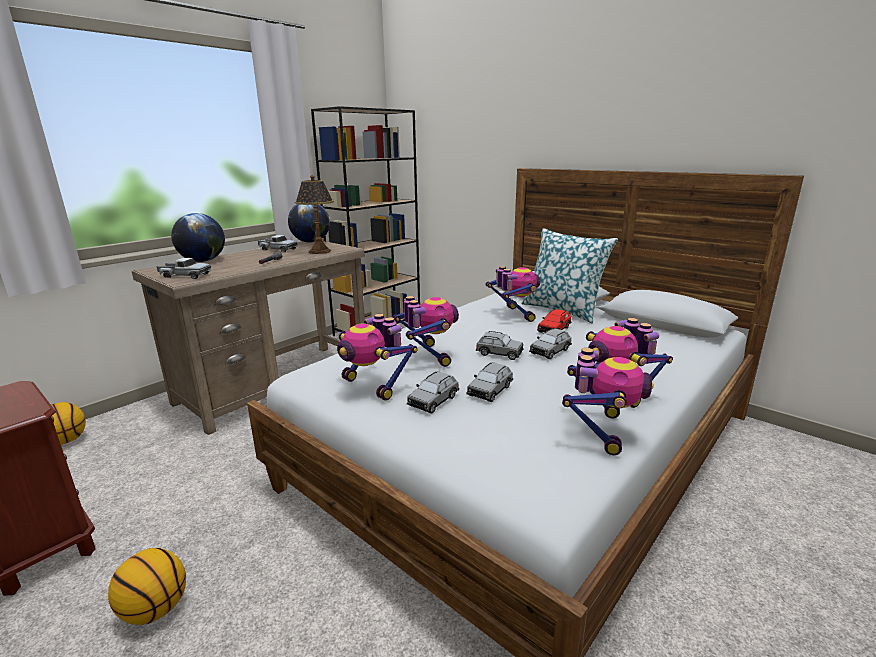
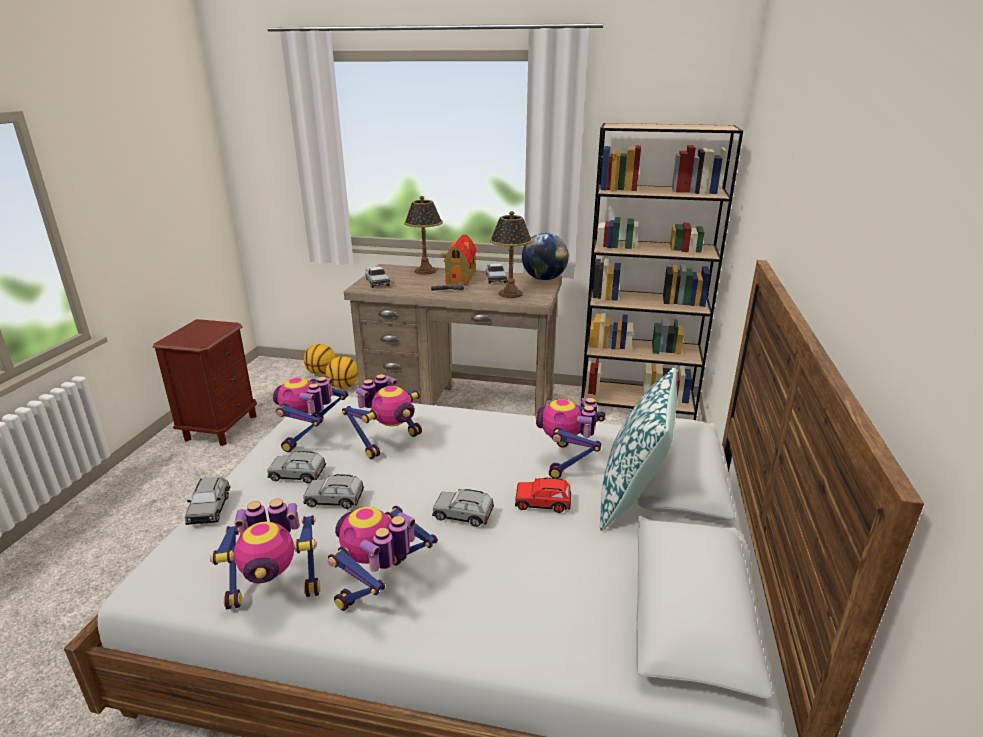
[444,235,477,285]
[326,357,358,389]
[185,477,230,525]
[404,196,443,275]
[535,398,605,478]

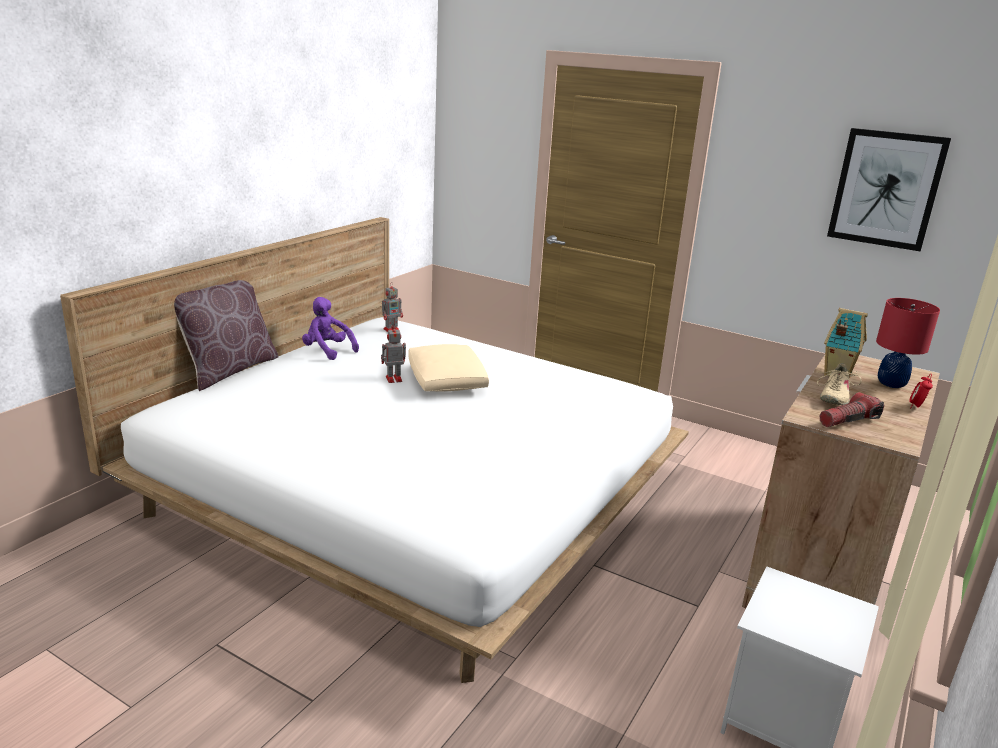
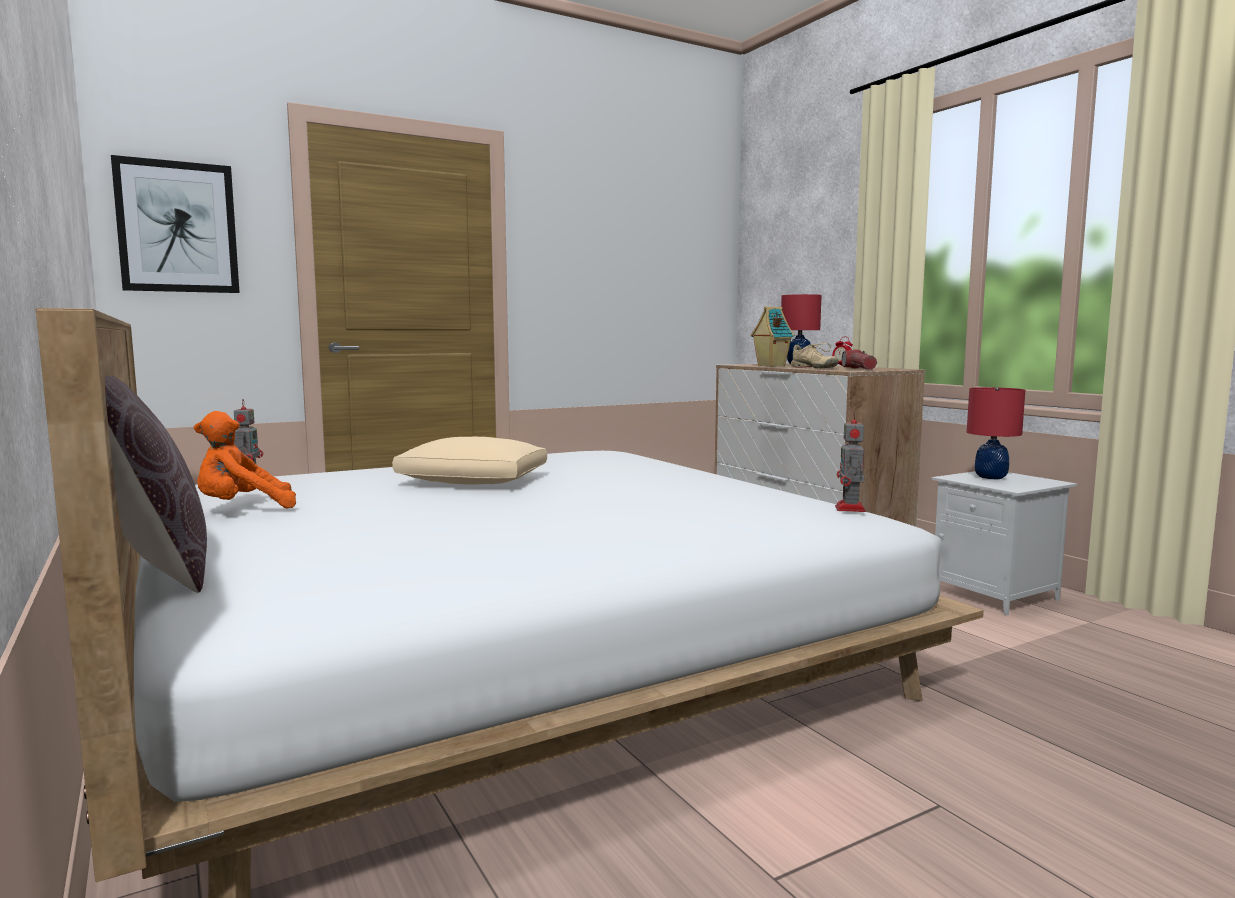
[967,387,1025,479]
[835,411,866,512]
[111,155,240,293]
[194,411,296,509]

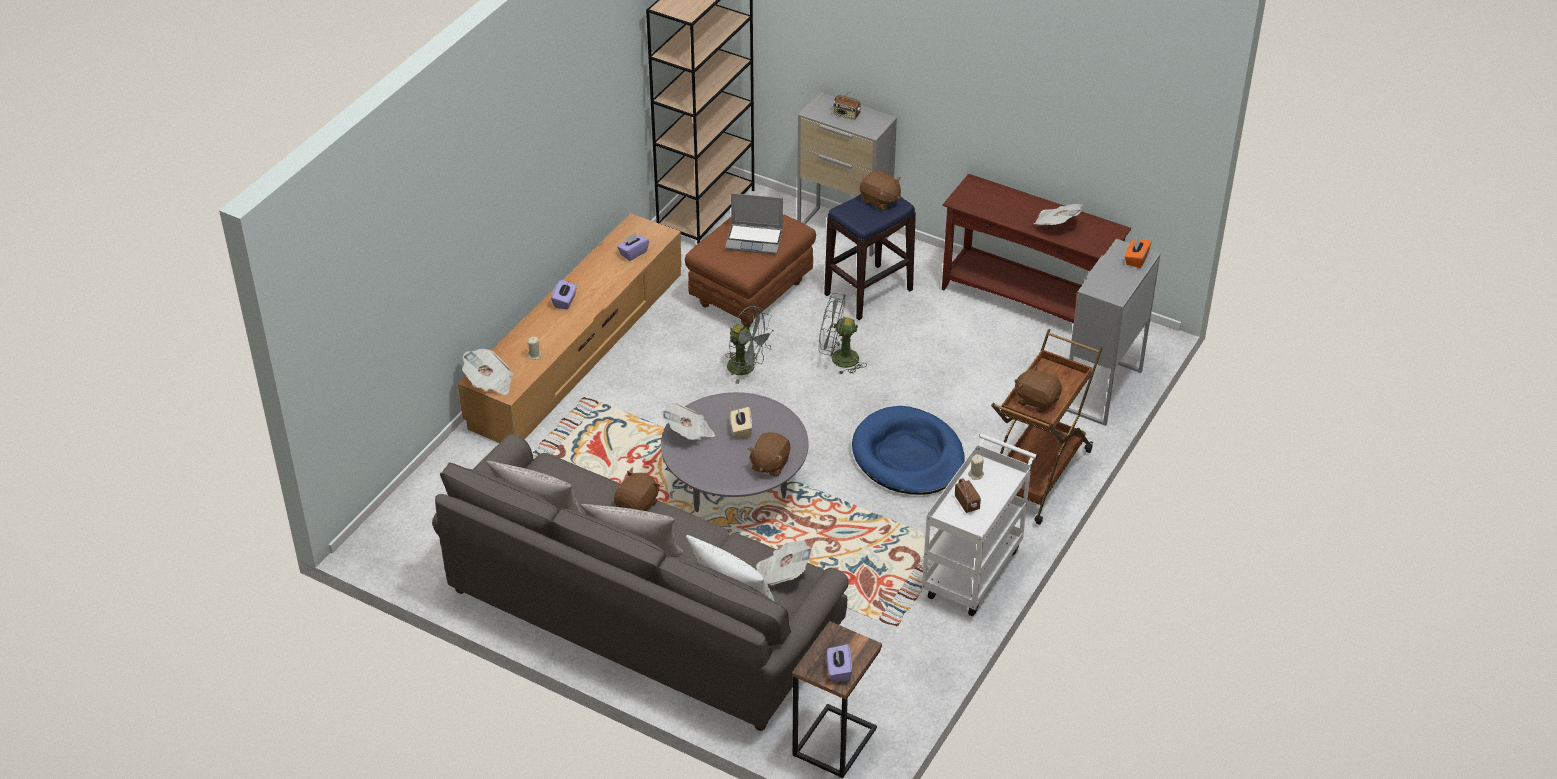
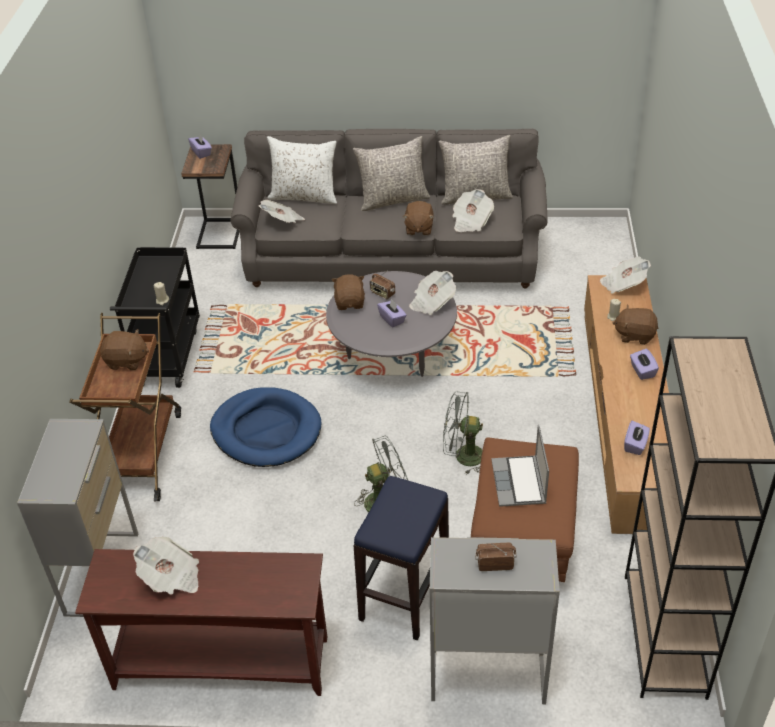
[1125,237,1152,268] (first image)
[452,189,494,232]
[613,305,658,345]
[370,271,395,300]
[377,299,407,327]
[110,247,200,388]
[491,424,549,507]

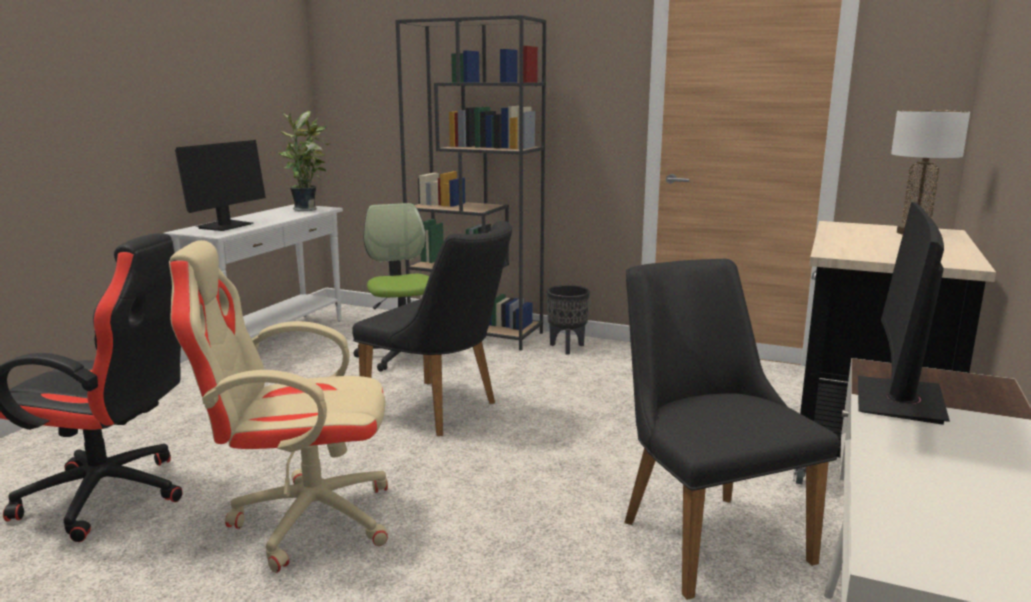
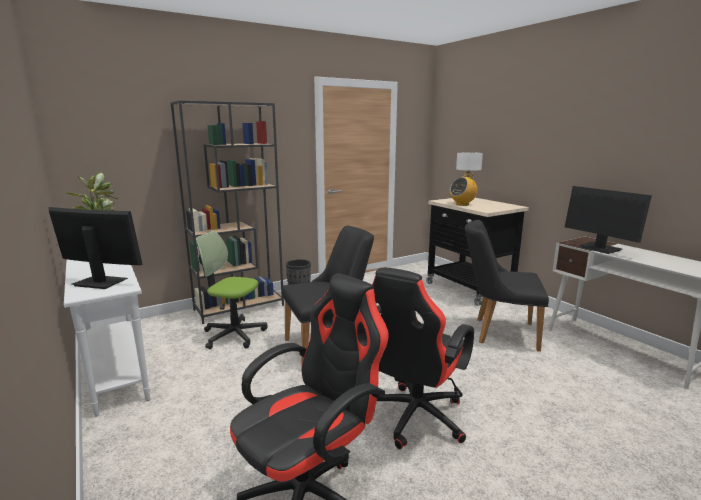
[450,174,477,206]
[372,268,474,449]
[48,207,143,289]

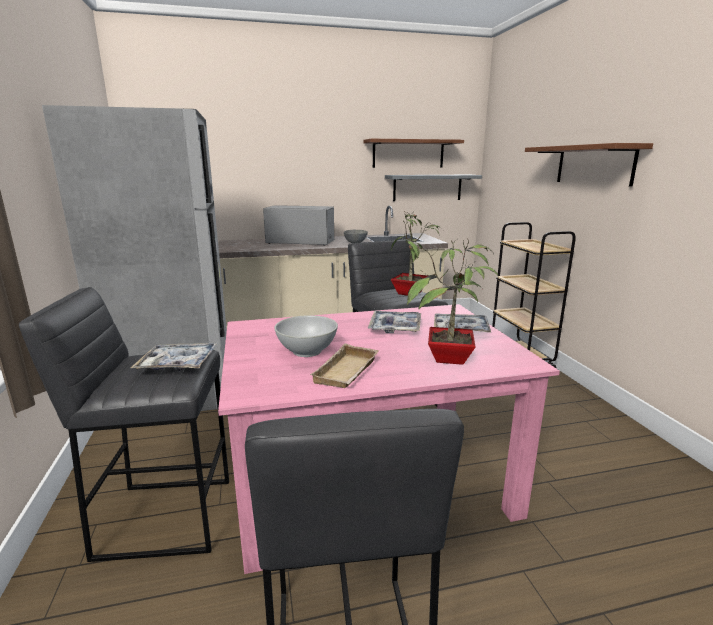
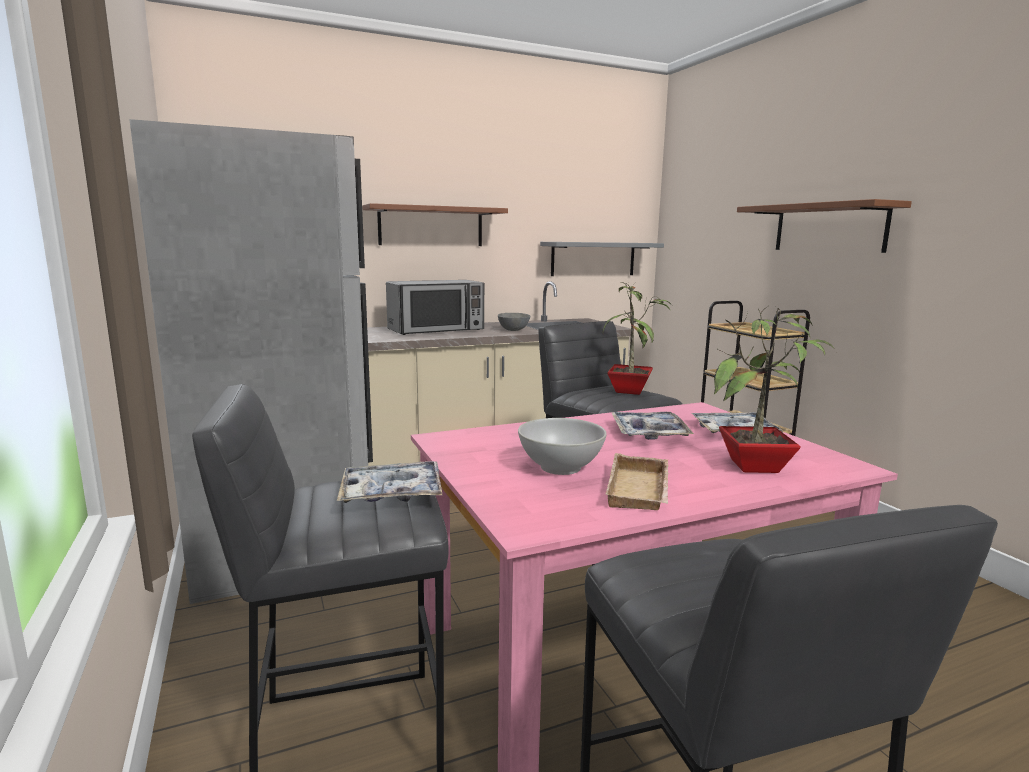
[362,203,508,246]
[386,280,484,335]

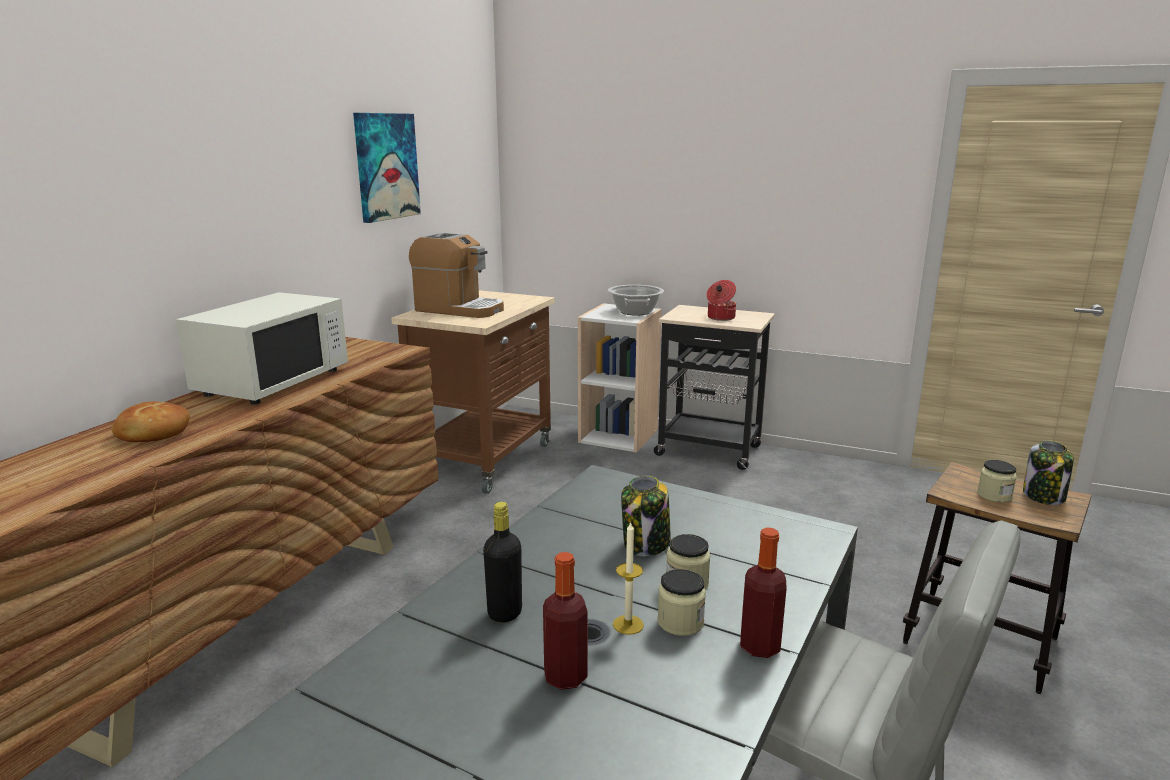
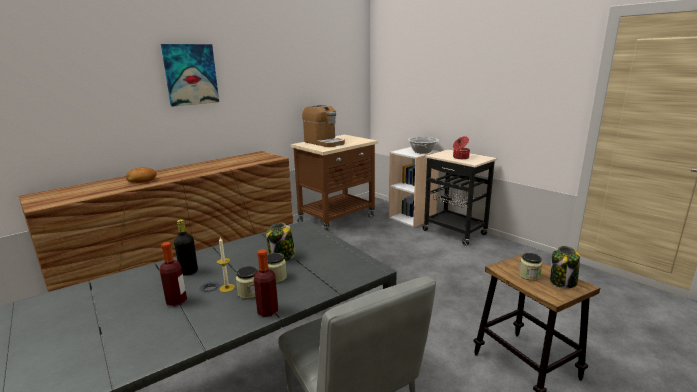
[176,292,348,405] (first image)
[161,44,219,107]

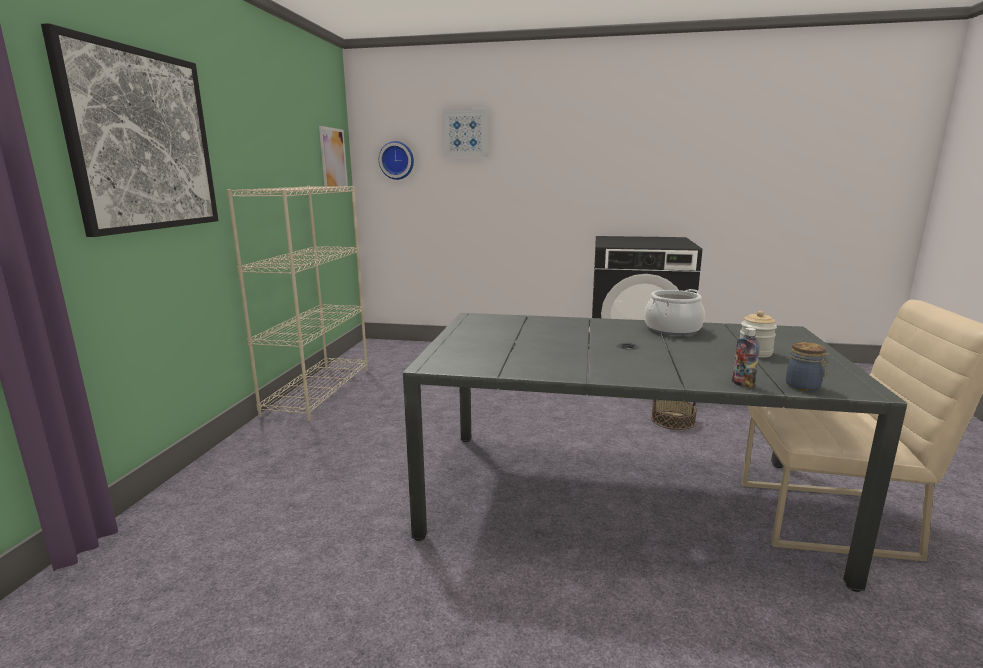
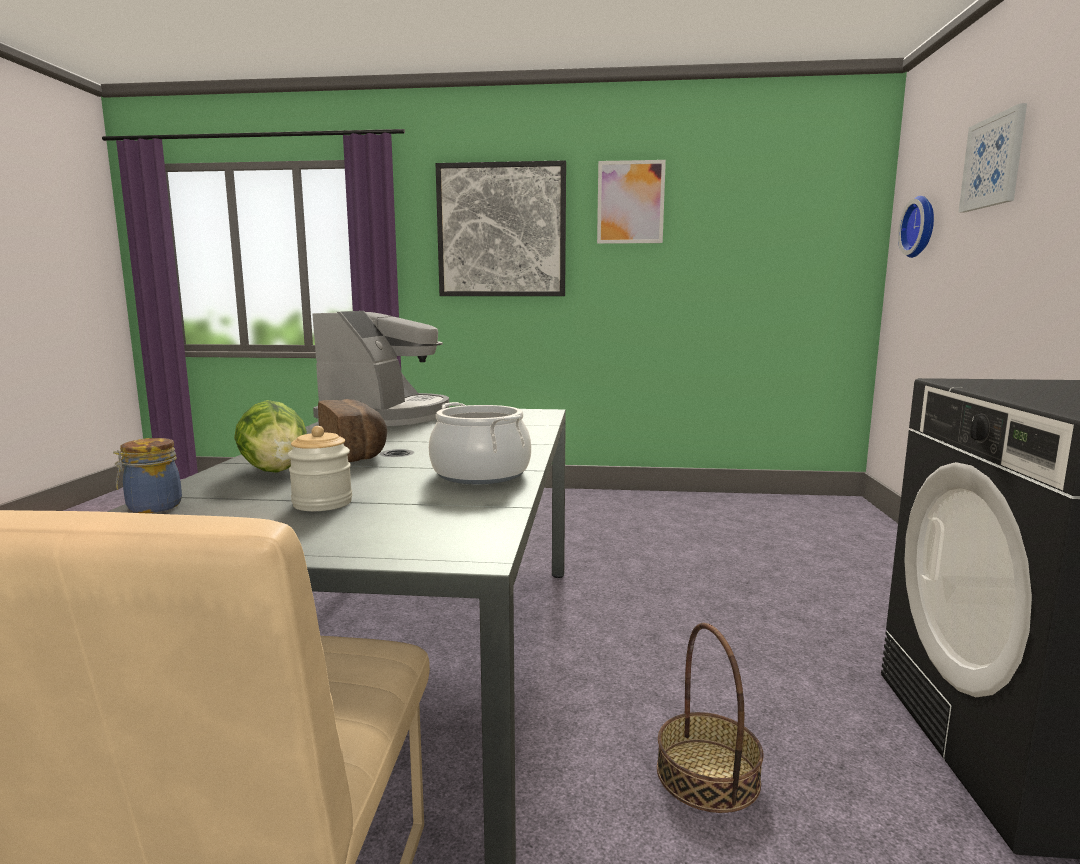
[227,186,368,422] (first image)
[732,328,760,388] (first image)
[234,400,307,473]
[312,311,449,426]
[318,399,387,462]
[597,160,666,244]

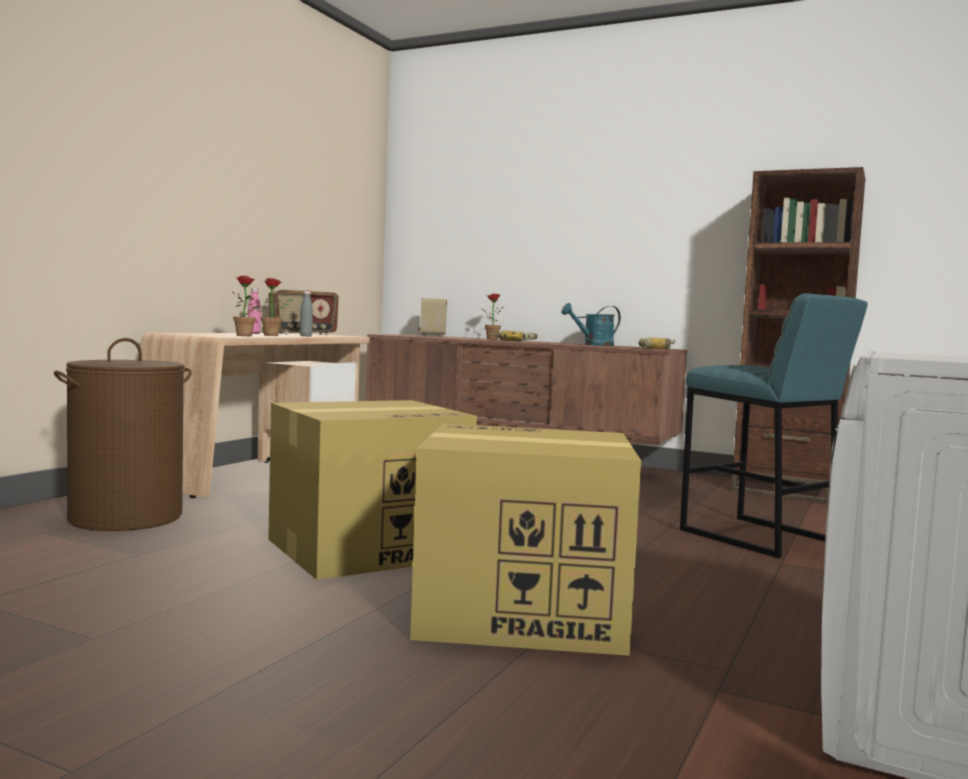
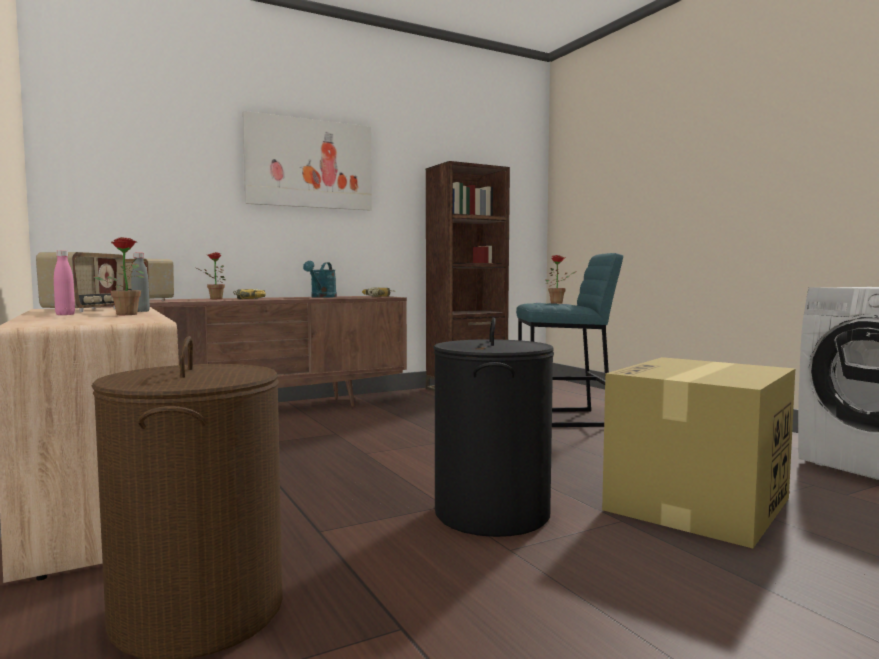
[243,111,372,211]
[545,255,577,304]
[433,318,554,537]

